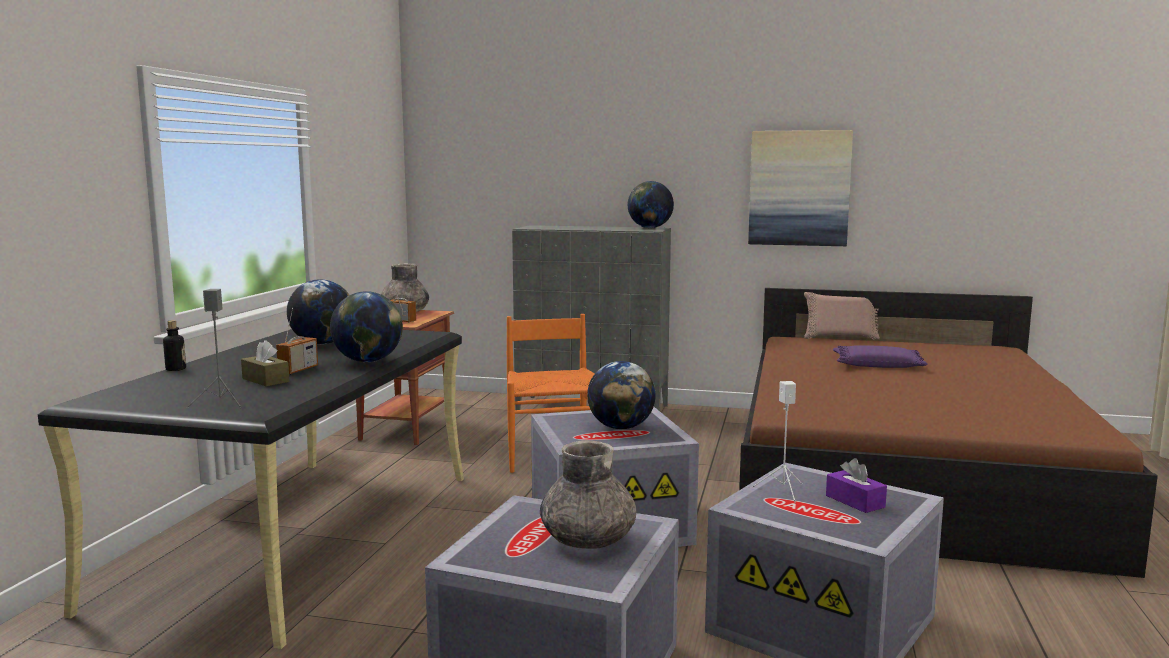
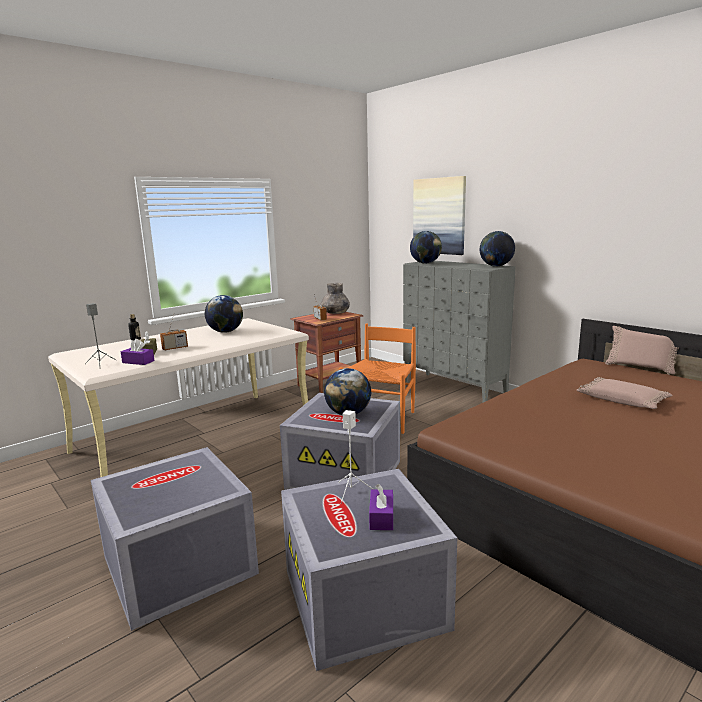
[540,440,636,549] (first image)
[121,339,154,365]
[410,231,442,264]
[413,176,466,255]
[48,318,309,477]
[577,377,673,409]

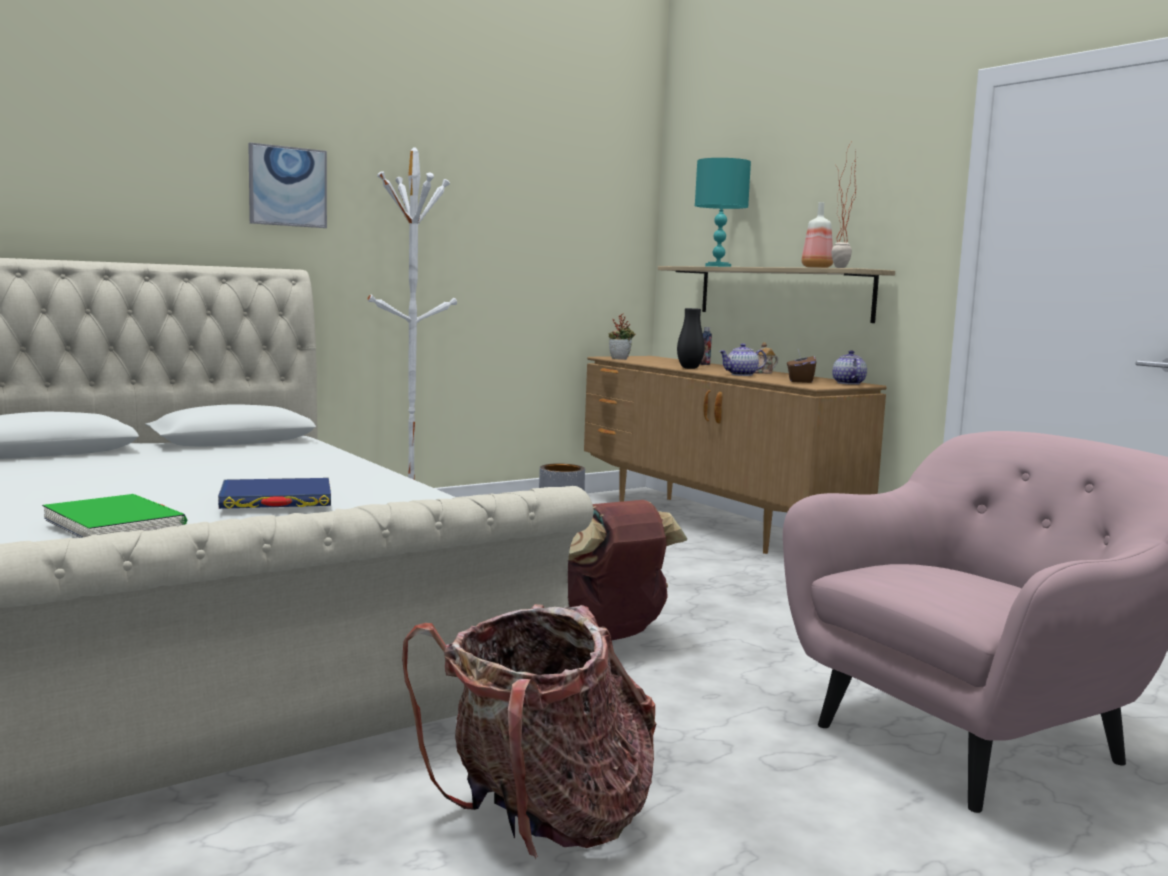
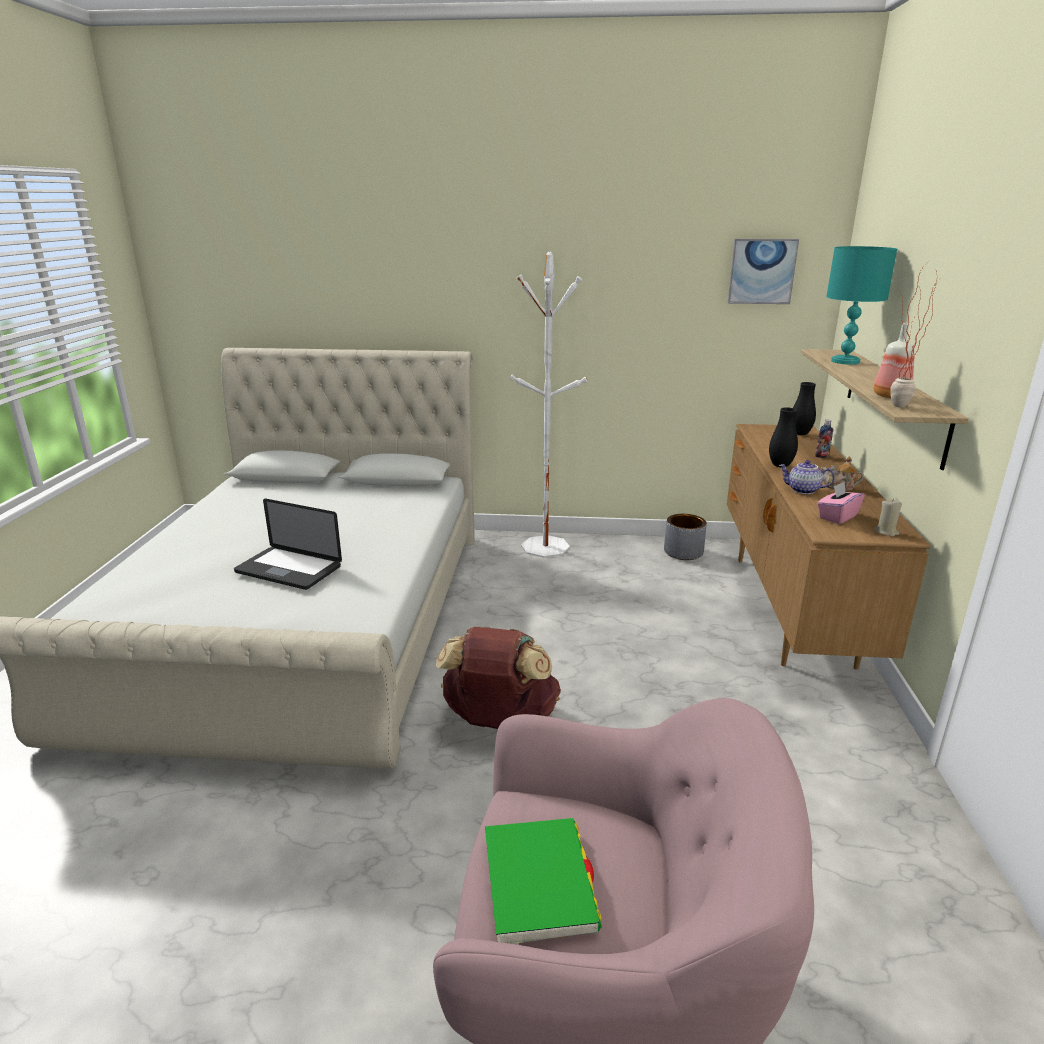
[402,604,656,859] (first image)
[609,313,635,360] (first image)
[793,382,816,435]
[485,818,602,944]
[727,239,799,304]
[234,499,342,590]
[874,499,902,536]
[817,482,865,524]

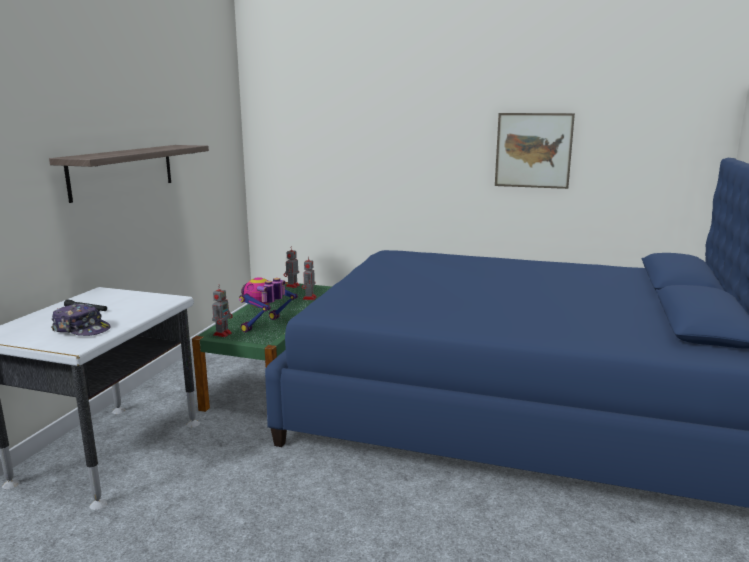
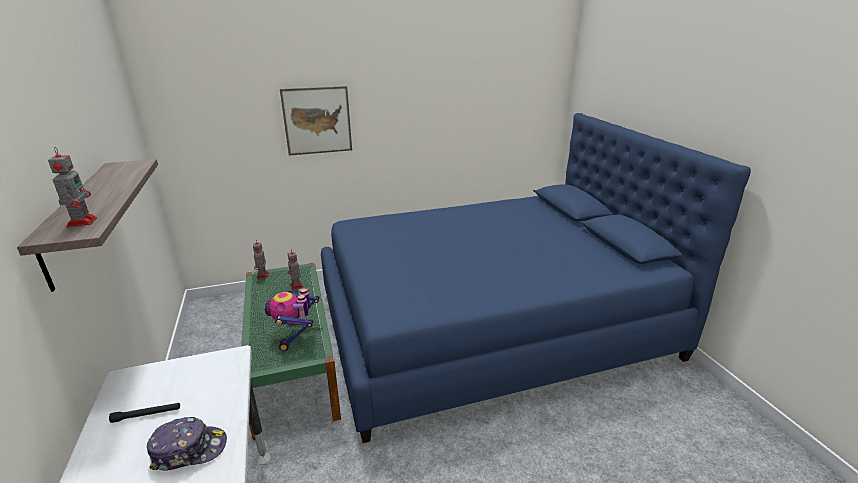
[48,147,97,227]
[280,86,352,156]

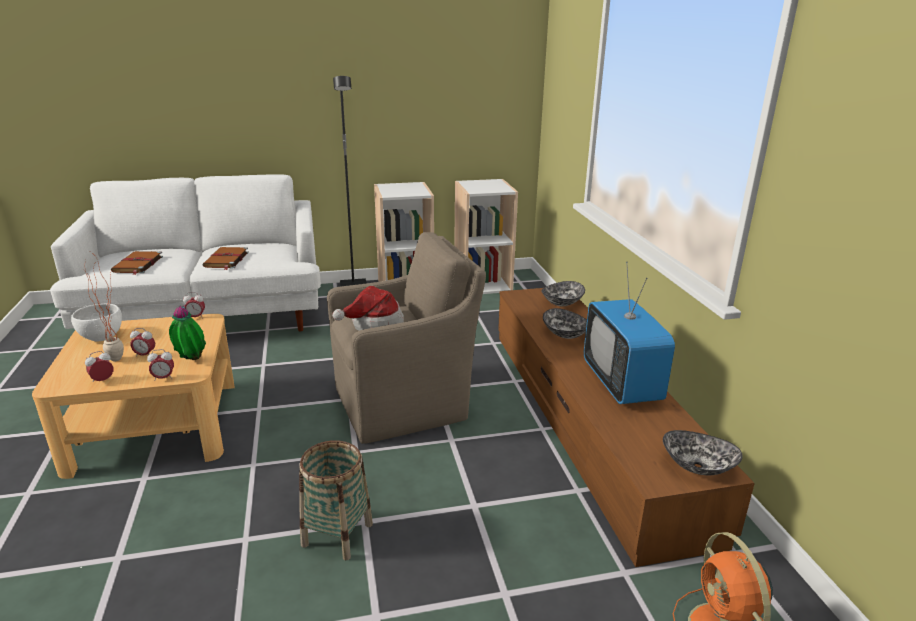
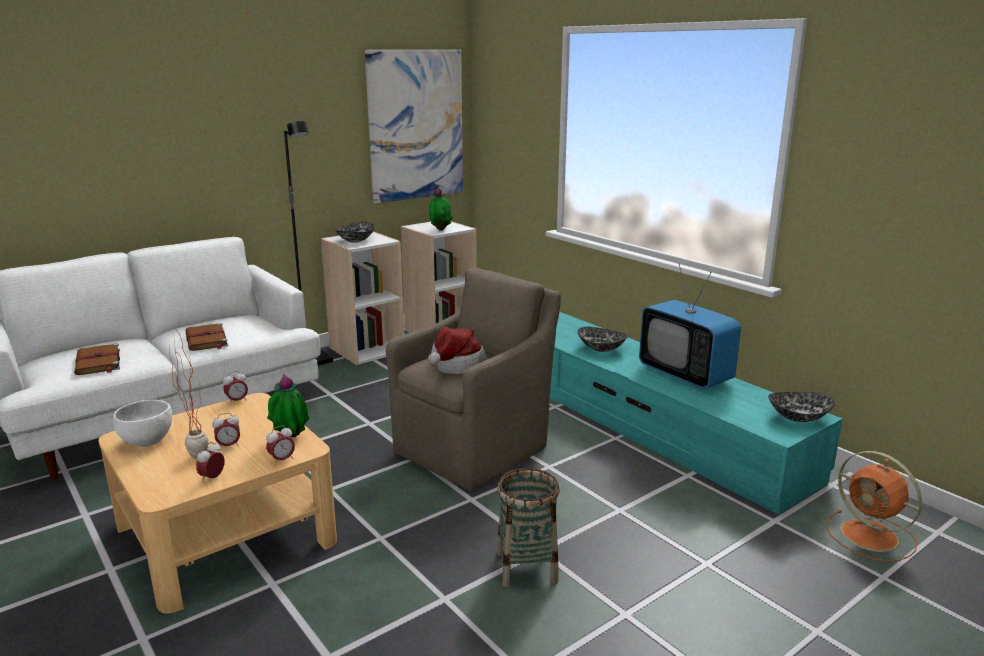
[365,50,463,203]
[429,188,453,231]
[335,222,375,243]
[550,312,843,515]

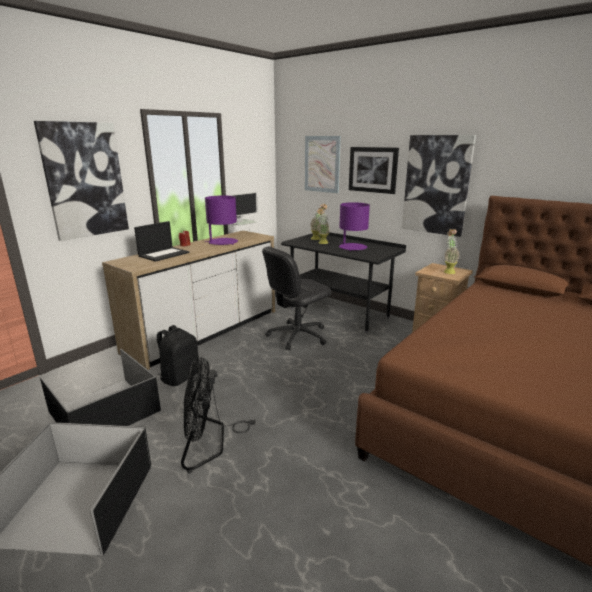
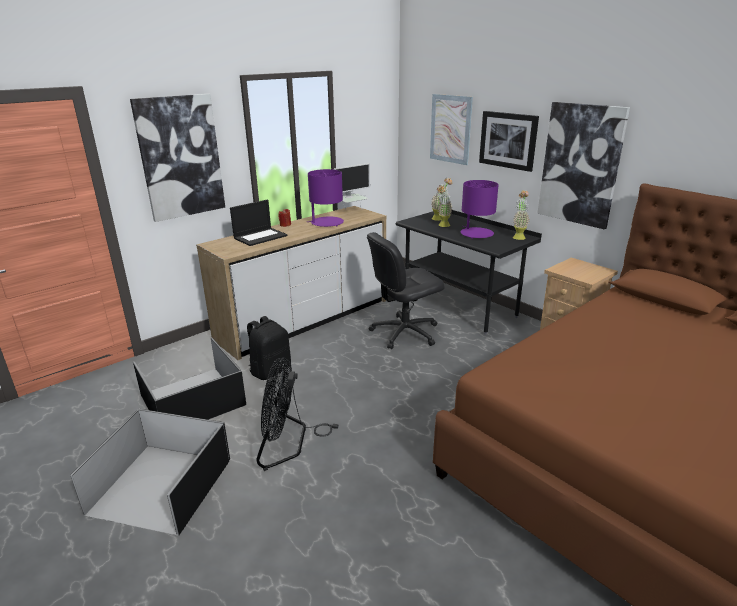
[513,190,530,240]

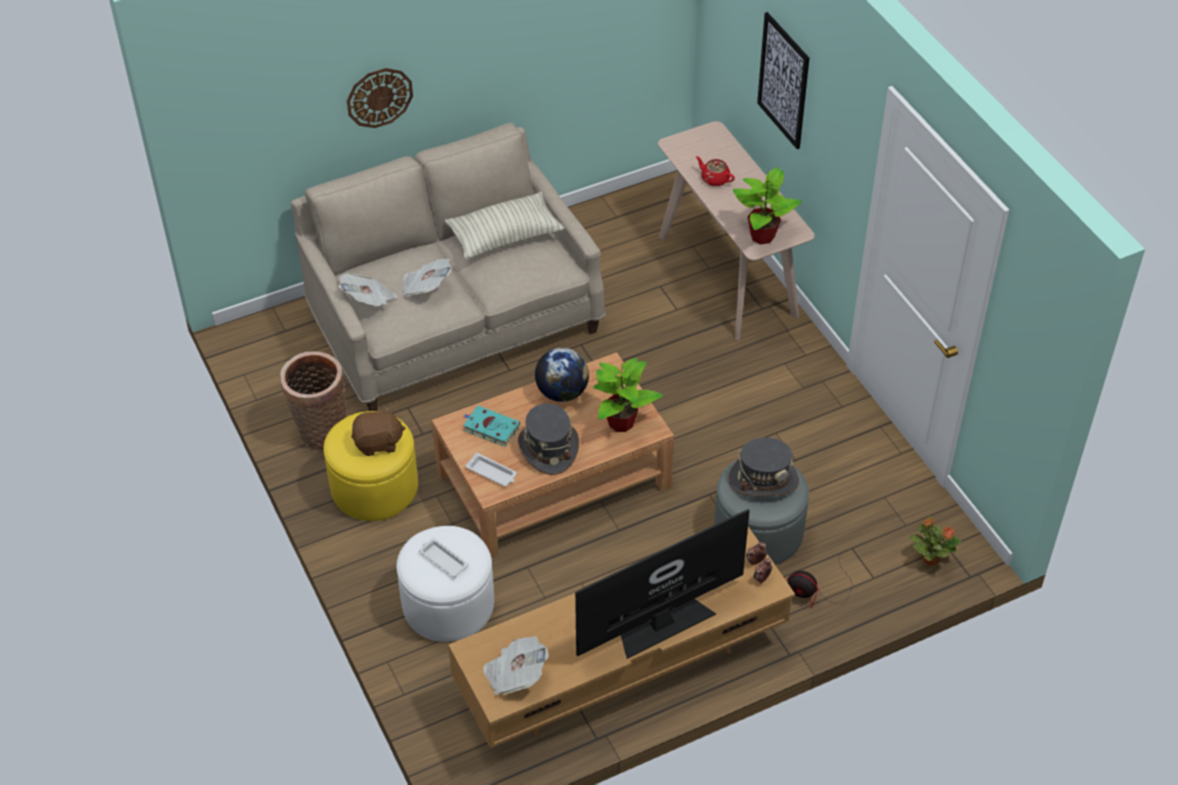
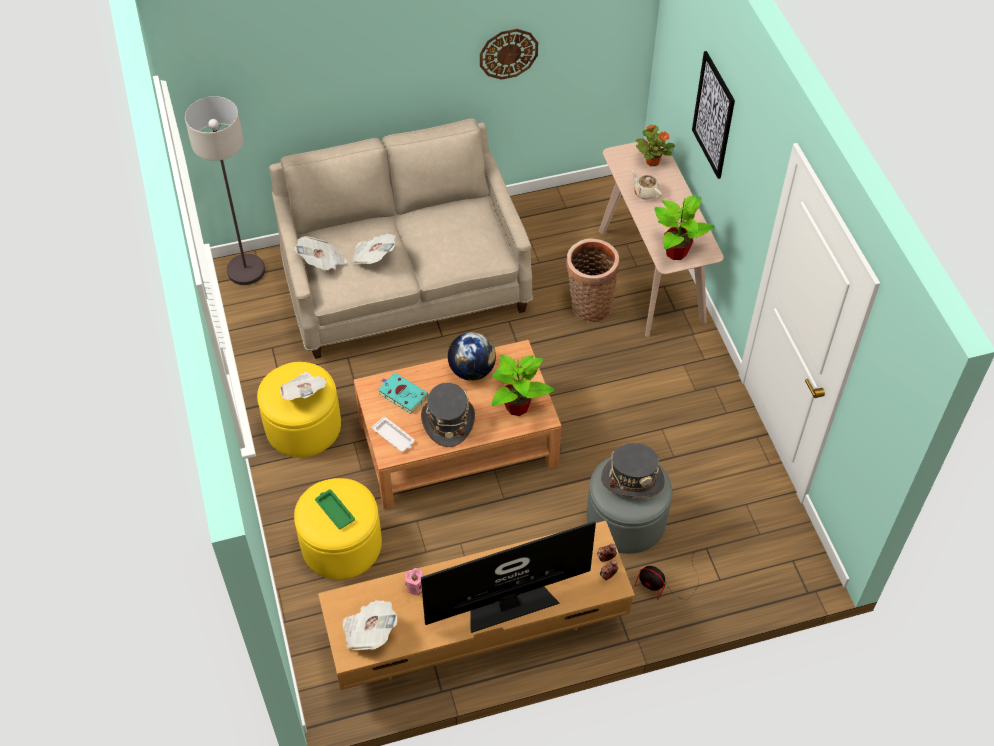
[445,191,565,260] (first image)
[185,96,265,285]
[405,568,423,595]
[566,239,619,322]
[480,29,538,80]
[636,125,675,166]
[280,372,327,400]
[294,478,382,579]
[315,489,355,529]
[631,170,662,200]

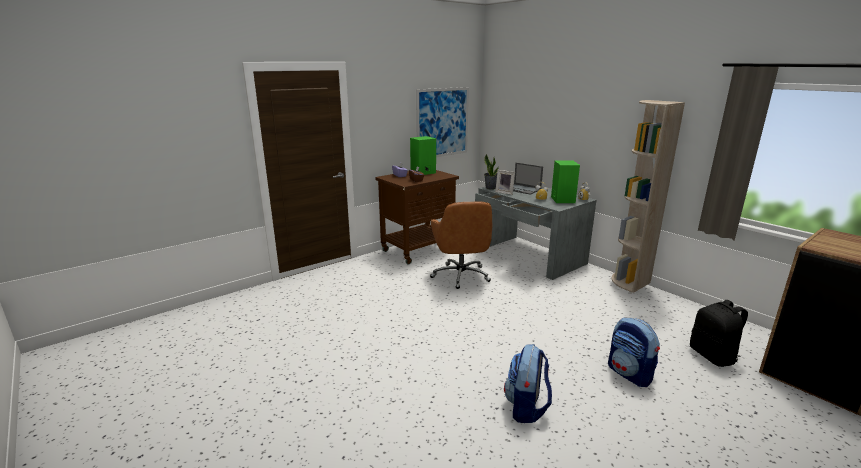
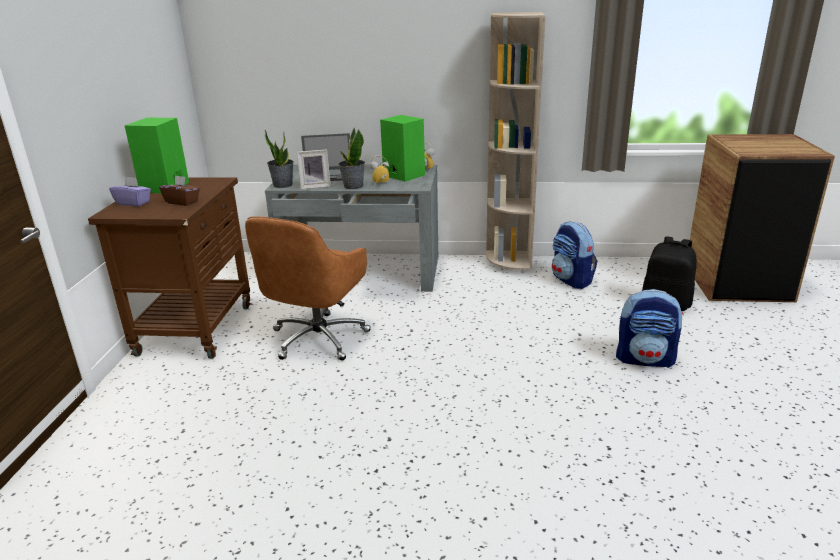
[416,87,469,157] (first image)
[338,128,365,189]
[552,221,597,289]
[245,216,370,360]

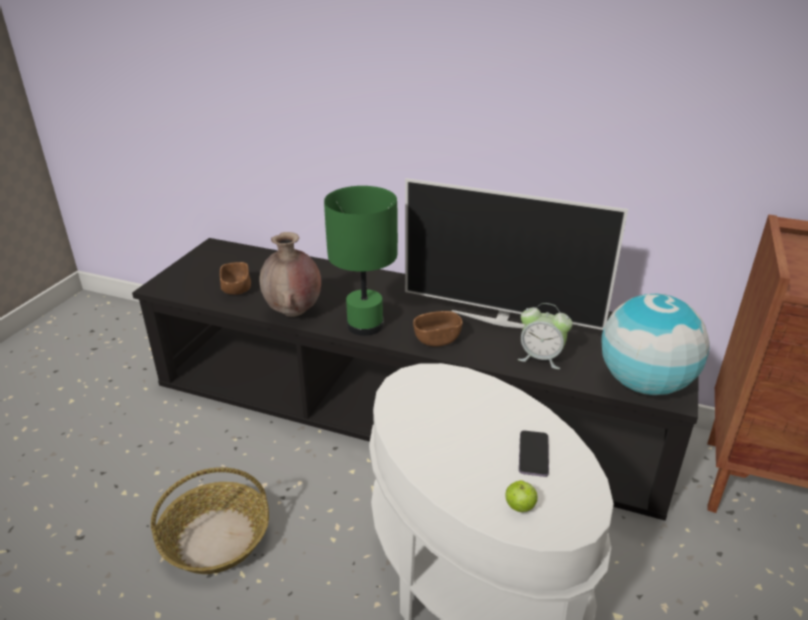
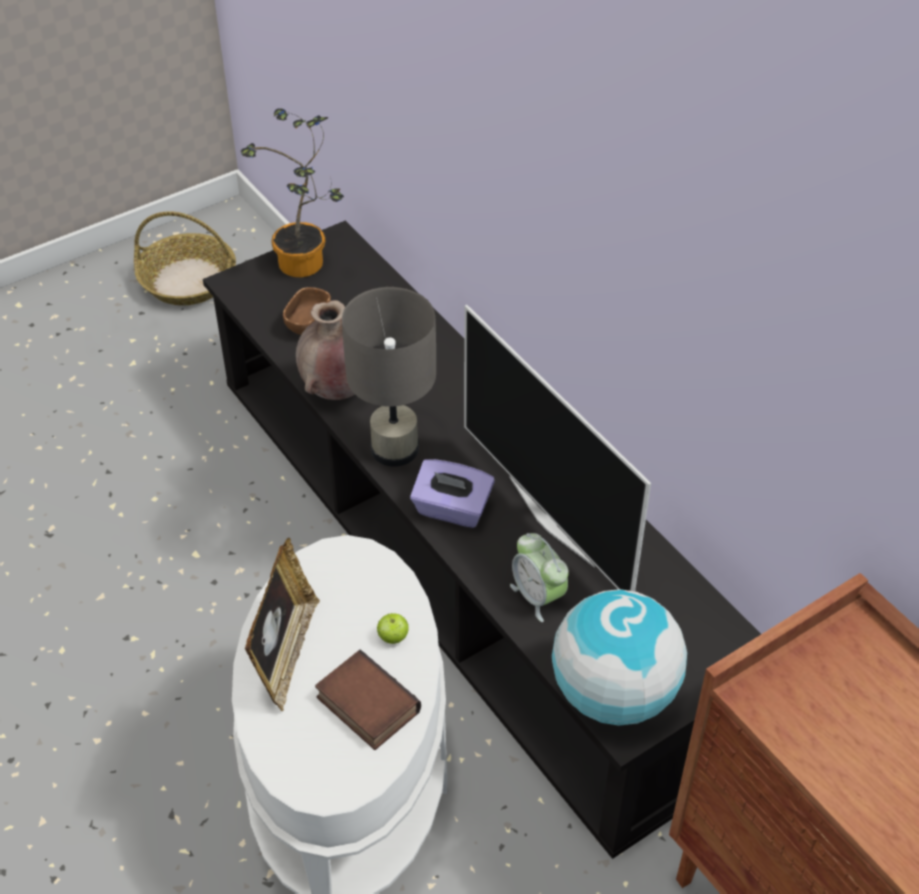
[241,109,344,277]
[245,538,320,711]
[134,211,236,305]
[377,613,409,644]
[410,459,495,528]
[315,649,421,750]
[342,287,436,467]

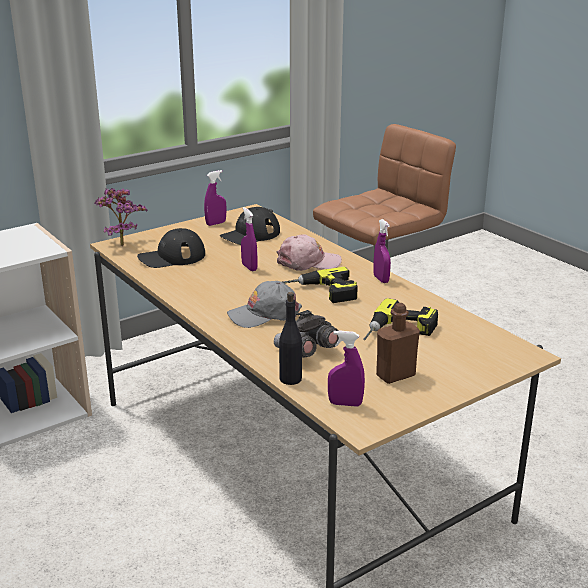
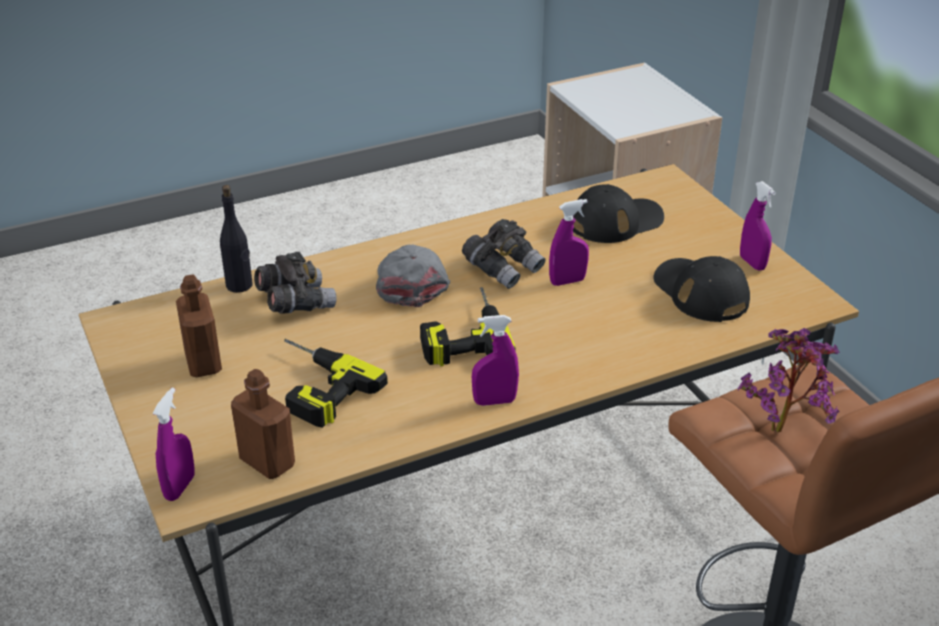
[277,234,342,271] (first image)
[231,369,295,479]
[462,219,546,289]
[738,328,840,432]
[152,388,194,501]
[573,184,664,243]

